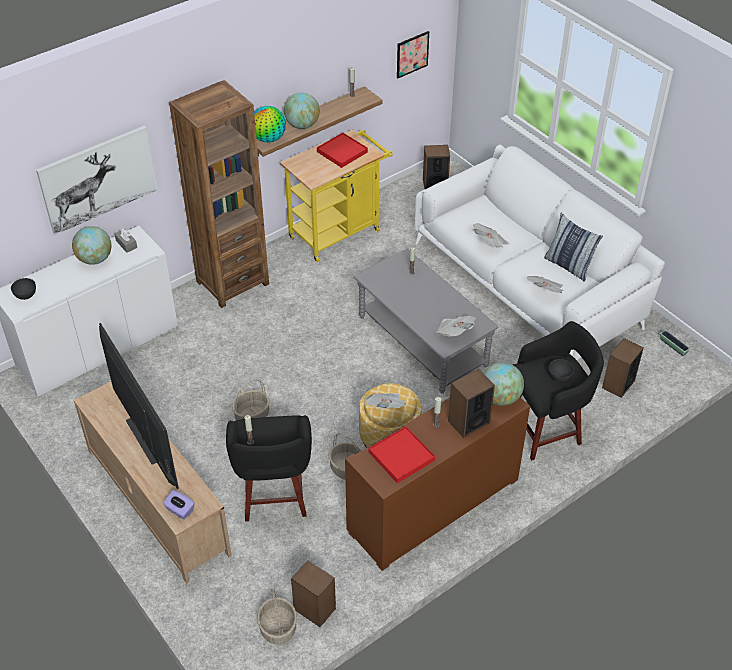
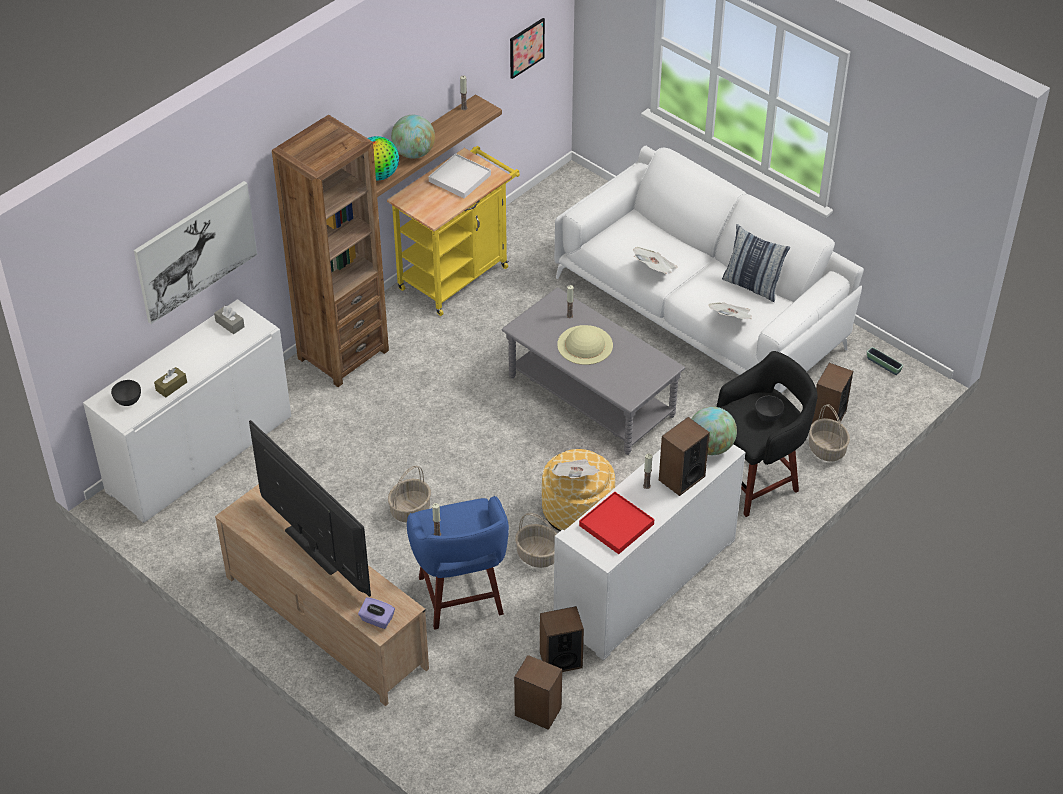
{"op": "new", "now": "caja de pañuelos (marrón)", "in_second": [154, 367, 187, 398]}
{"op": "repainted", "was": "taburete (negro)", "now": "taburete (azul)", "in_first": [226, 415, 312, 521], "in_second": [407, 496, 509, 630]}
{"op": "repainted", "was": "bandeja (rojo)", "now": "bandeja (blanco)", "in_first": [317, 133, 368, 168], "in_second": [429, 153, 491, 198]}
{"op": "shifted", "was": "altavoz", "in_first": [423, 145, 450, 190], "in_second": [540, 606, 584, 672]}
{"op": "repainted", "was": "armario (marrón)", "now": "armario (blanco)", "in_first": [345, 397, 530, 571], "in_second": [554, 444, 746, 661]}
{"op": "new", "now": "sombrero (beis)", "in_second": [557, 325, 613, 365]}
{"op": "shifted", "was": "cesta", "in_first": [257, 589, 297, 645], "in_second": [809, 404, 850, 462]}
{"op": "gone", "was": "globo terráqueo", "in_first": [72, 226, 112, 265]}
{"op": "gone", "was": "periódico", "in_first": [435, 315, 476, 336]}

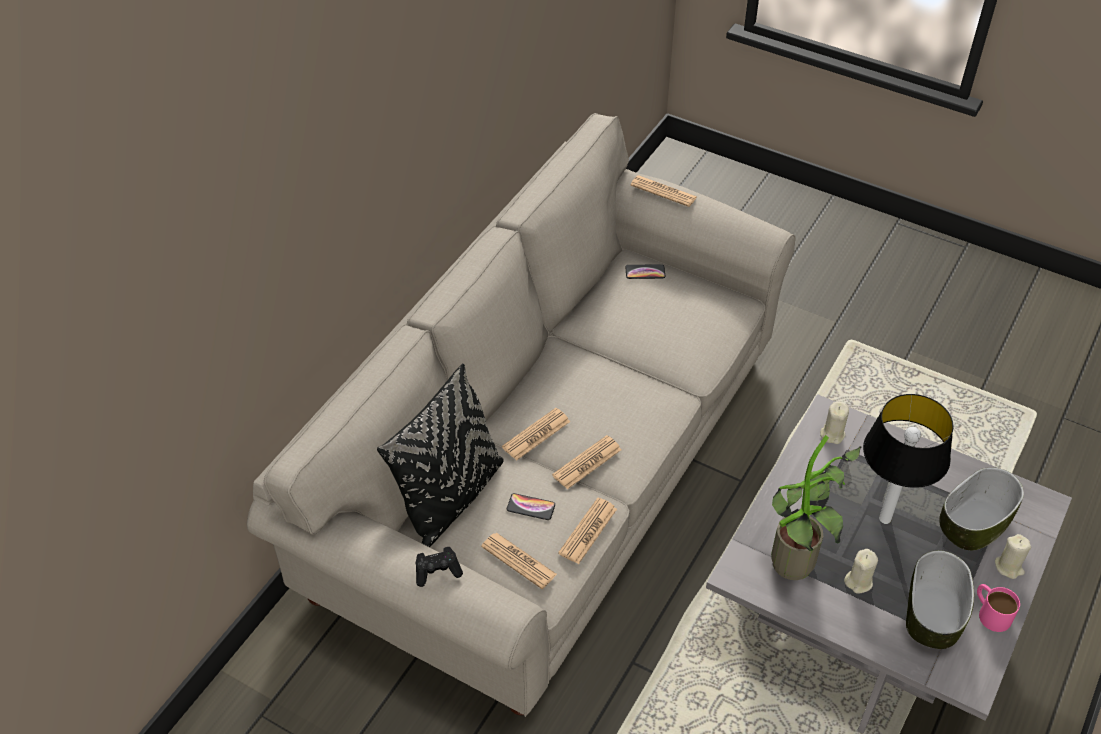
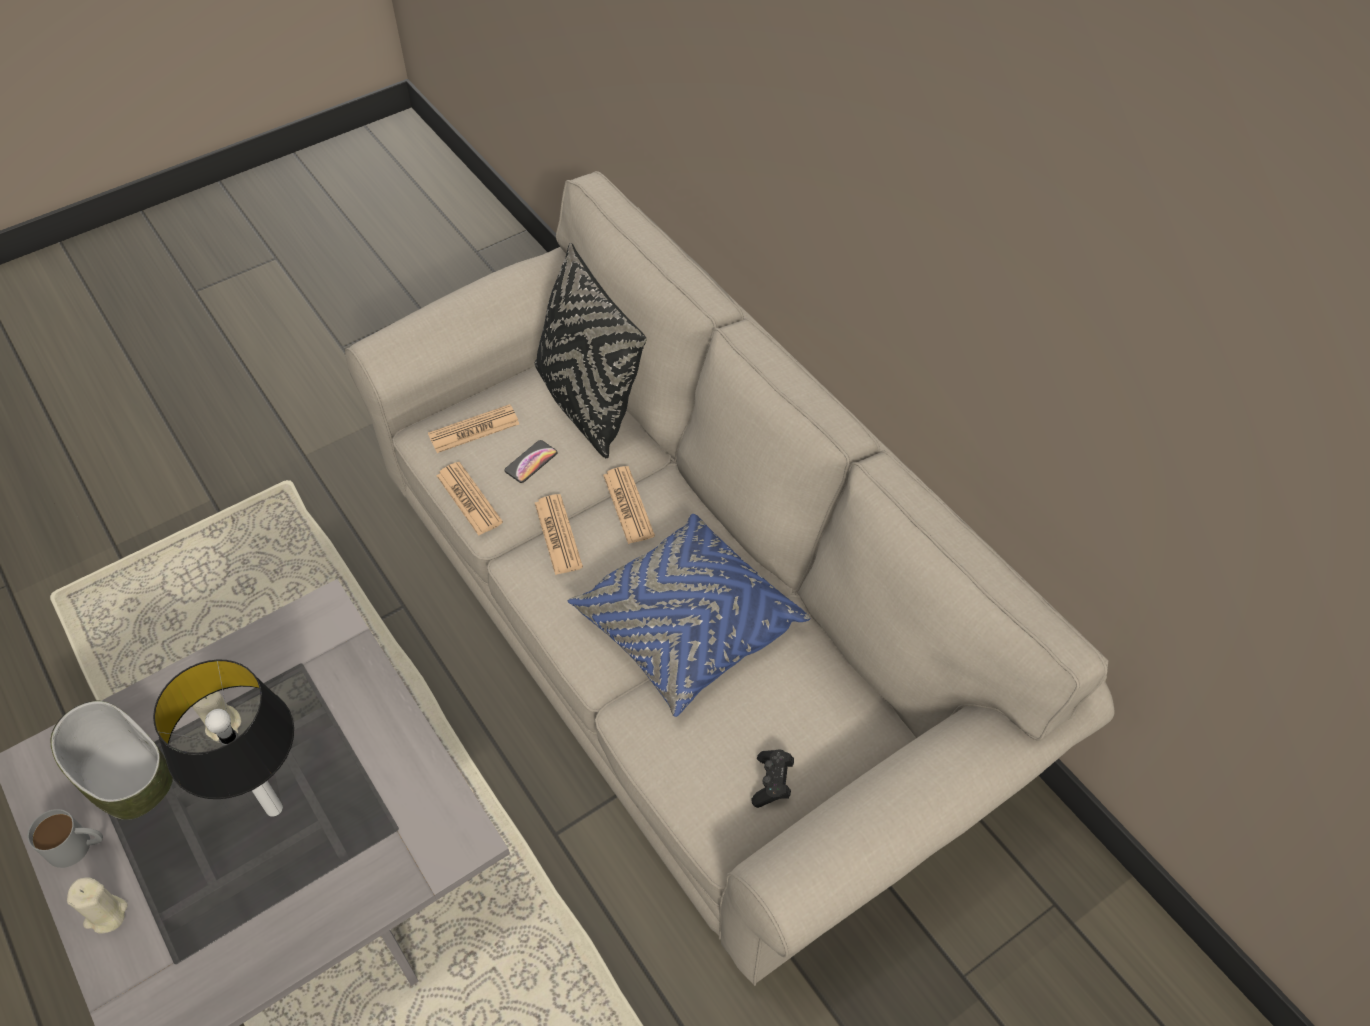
{"op": "repainted", "was": "taza grande (rosa)", "now": "taza grande (gris)", "in_first": [977, 584, 1020, 632], "in_second": [27, 809, 103, 868]}
{"op": "new", "now": "cojín (azul)", "in_second": [567, 514, 810, 717]}
{"op": "shifted", "was": "mando de consola (negro)", "in_first": [415, 547, 463, 587], "in_second": [752, 749, 794, 808]}
{"op": "gone", "was": "móvil", "in_first": [625, 264, 665, 279]}
{"op": "gone", "was": "periódico", "in_first": [630, 175, 697, 207]}
{"op": "gone", "was": "planta en maceta", "in_first": [771, 435, 862, 580]}
{"op": "gone", "was": "vela (beis)", "in_first": [820, 402, 849, 444]}
{"op": "gone", "was": "cuenco", "in_first": [939, 467, 1024, 550]}

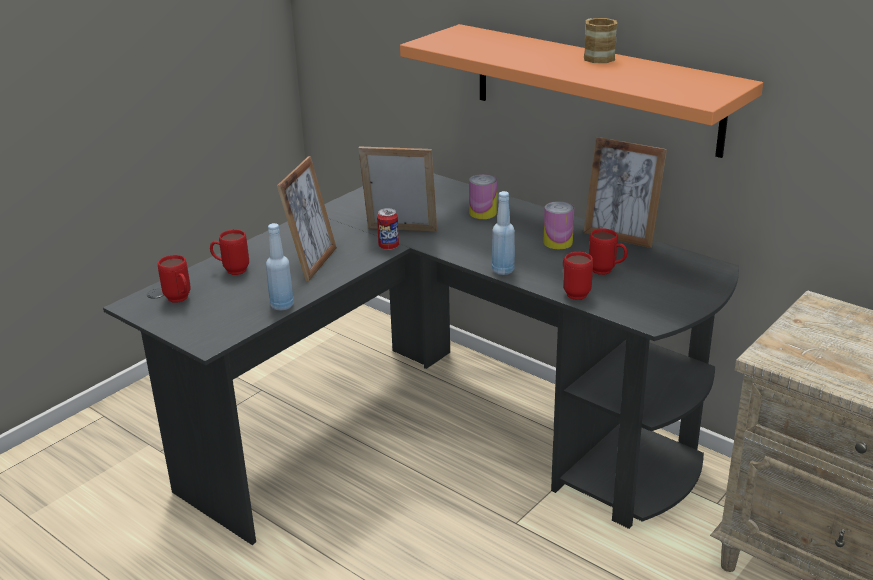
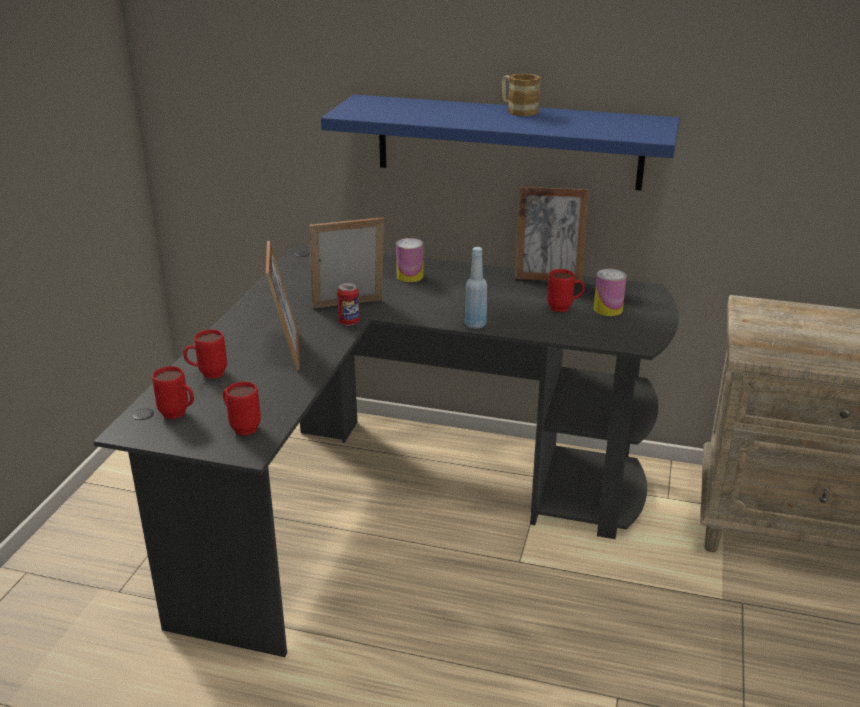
{"op": "shifted", "was": "taza grande (rojo)", "in_first": [563, 252, 593, 300], "in_second": [223, 381, 261, 436]}
{"op": "repainted", "was": "estante (naranja)", "now": "estante (azul)", "in_first": [400, 24, 763, 158], "in_second": [321, 94, 680, 191]}
{"op": "shifted", "was": "lata", "in_first": [543, 201, 574, 249], "in_second": [594, 269, 627, 316]}
{"op": "gone", "was": "botella (azul)", "in_first": [266, 223, 294, 310]}

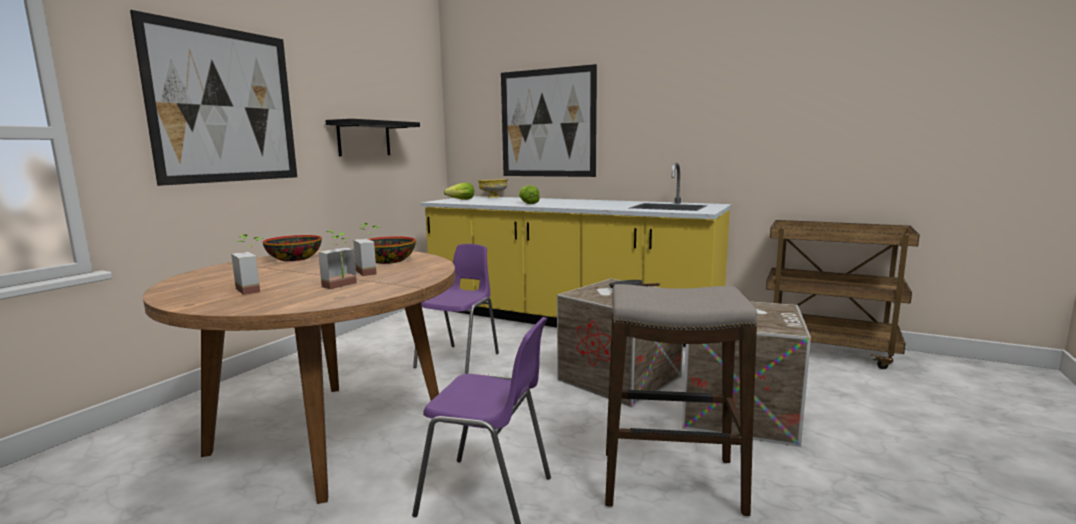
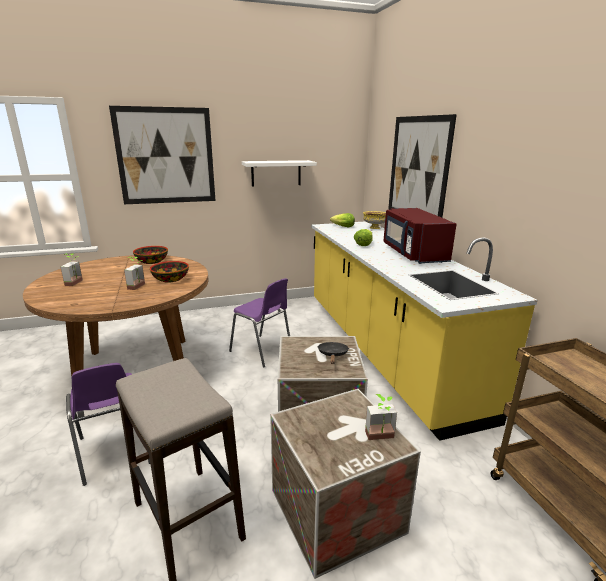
{"op": "rotated", "was": "silla (morado)", "in_first": [413, 244, 499, 374], "in_second": [229, 278, 290, 368], "clockwise": 60}
{"op": "repainted", "was": "estante (negro)", "now": "estante (blanco)", "in_first": [325, 119, 420, 156], "in_second": [242, 160, 317, 187]}
{"op": "shifted", "was": "planta en maceta", "in_first": [318, 231, 357, 289], "in_second": [365, 394, 397, 440]}
{"op": "new", "now": "microondas (rojo)", "in_second": [384, 208, 457, 264]}

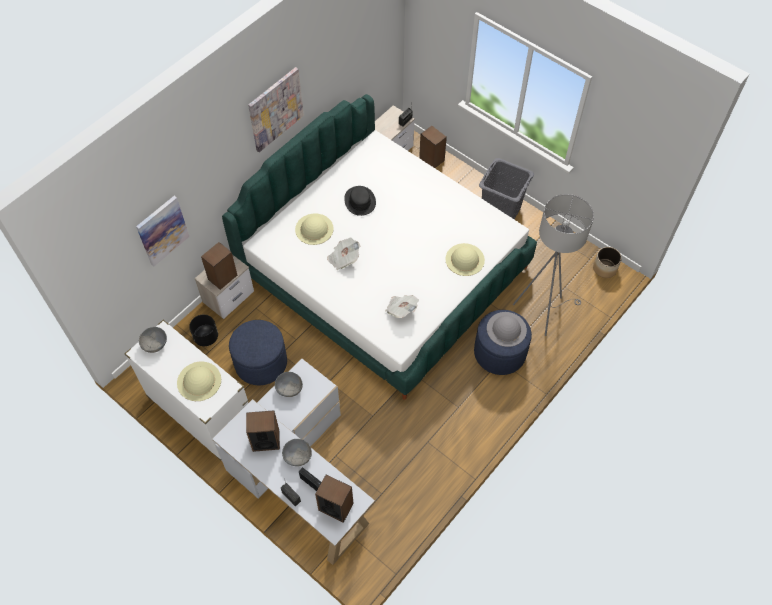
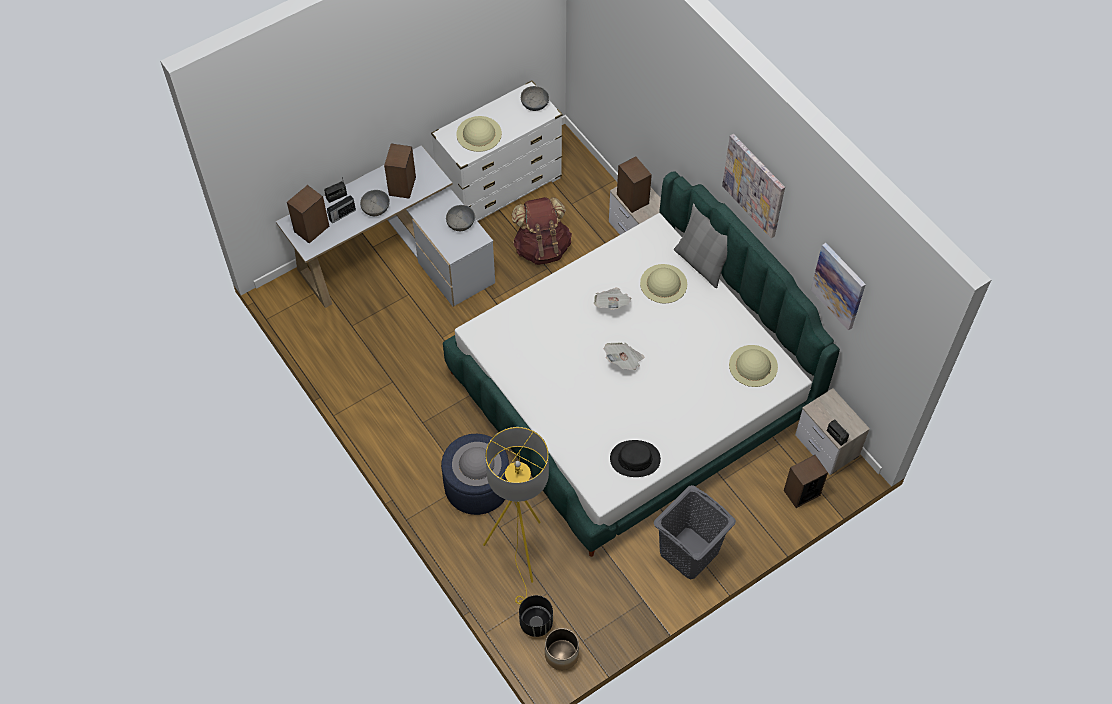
{"op": "repainted", "was": "lámpara de pie (gris)", "now": "lámpara de pie (amarillo)", "in_first": [513, 194, 594, 336], "in_second": [483, 427, 549, 604]}
{"op": "swapped", "was": "puf (azul)", "now": "mochila (marrón)", "in_first": [229, 320, 287, 385], "in_second": [512, 197, 572, 265]}
{"op": "shifted", "was": "maceta (negro)", "in_first": [189, 315, 218, 346], "in_second": [519, 595, 553, 637]}
{"op": "shifted", "was": "periódico", "in_first": [385, 295, 419, 318], "in_second": [604, 343, 645, 370]}
{"op": "shifted", "was": "sombrero (negro)", "in_first": [344, 186, 376, 216], "in_second": [610, 440, 661, 477]}
{"op": "new", "now": "cojín (gris)", "in_second": [674, 203, 727, 288]}
{"op": "shifted", "was": "sombrero (beis)", "in_first": [445, 243, 485, 276], "in_second": [729, 345, 778, 387]}
{"op": "shifted", "was": "cuadro", "in_first": [136, 196, 189, 266], "in_second": [811, 243, 866, 331]}

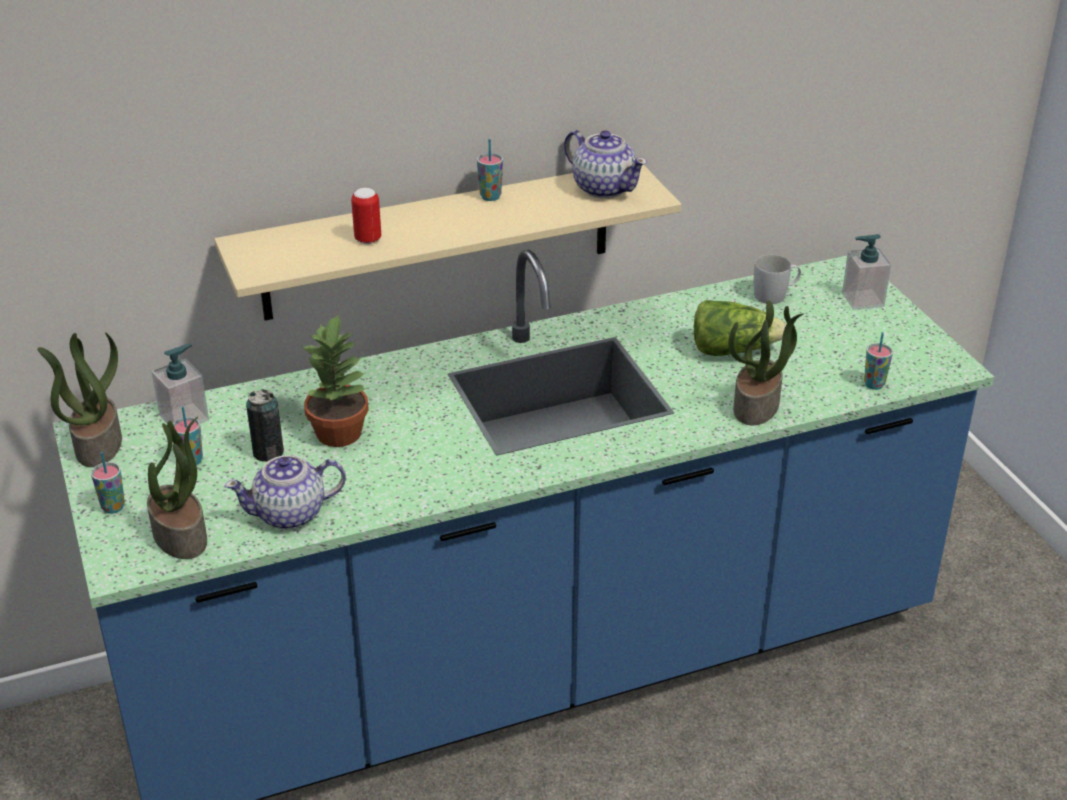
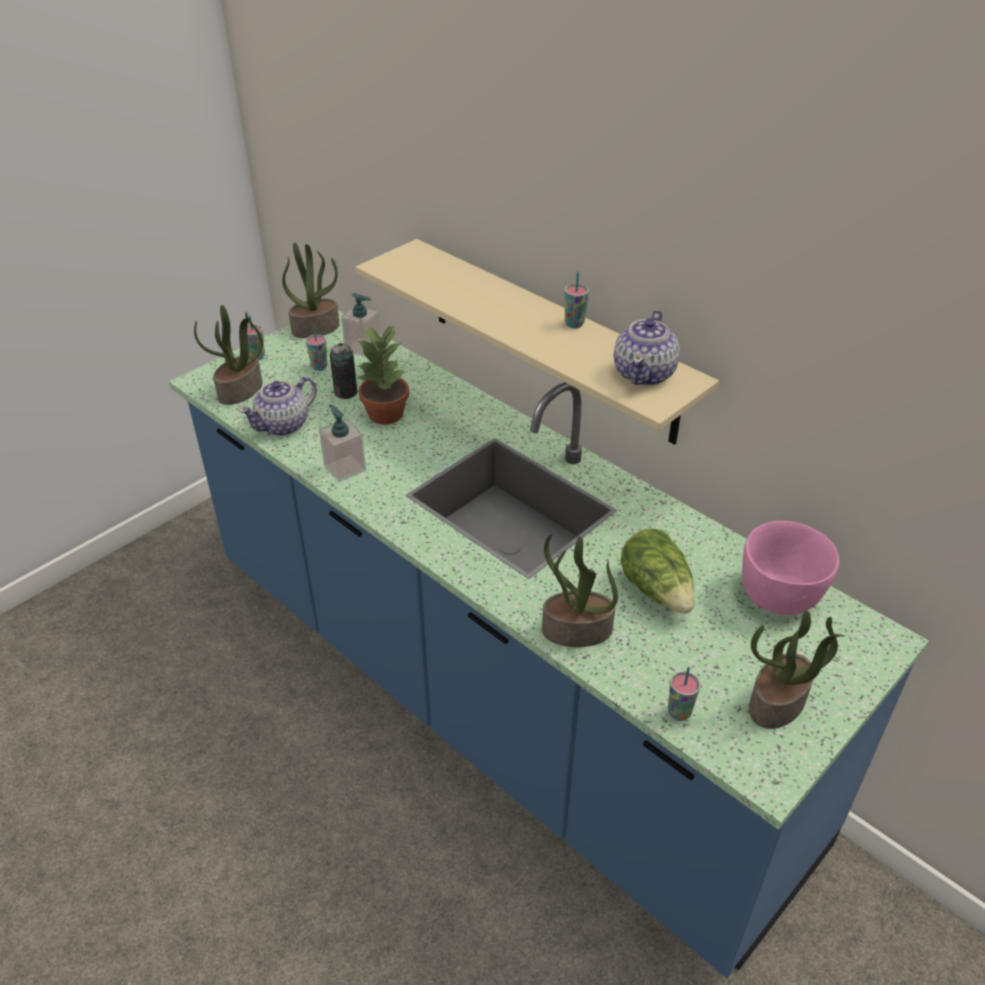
{"op": "rotated", "was": "tetera", "in_first": [225, 455, 346, 529], "in_second": [239, 377, 317, 436], "clockwise": -90}
{"op": "shifted", "was": "dispensador de jabón", "in_first": [842, 234, 891, 310], "in_second": [319, 404, 366, 482]}
{"op": "swapped", "was": "taza grande (blanco)", "now": "cuenco (rosa)", "in_first": [754, 255, 801, 304], "in_second": [742, 521, 839, 615]}
{"op": "new", "now": "planta en maceta", "in_second": [749, 610, 845, 729]}
{"op": "gone", "was": "lata", "in_first": [351, 188, 381, 244]}

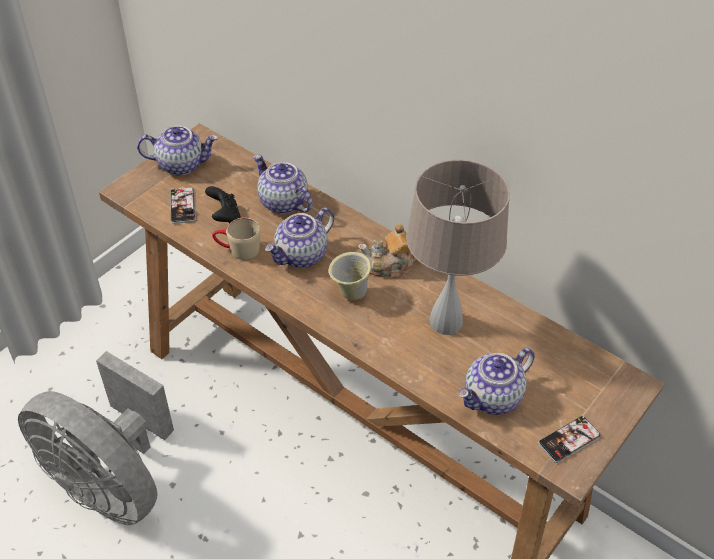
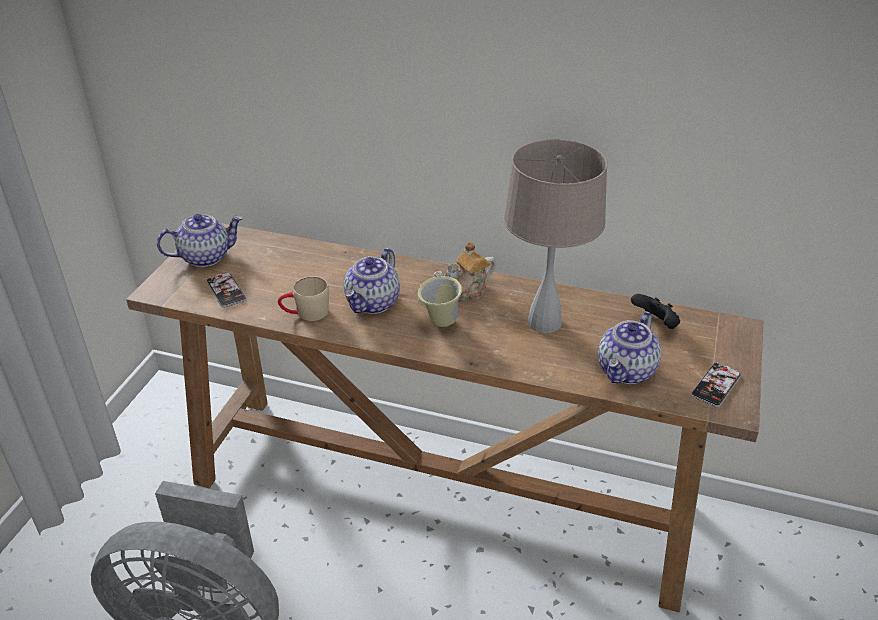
{"op": "shifted", "was": "mando de consola (negro)", "in_first": [205, 186, 241, 223], "in_second": [631, 294, 680, 329]}
{"op": "gone", "was": "tetera", "in_first": [254, 155, 312, 214]}

